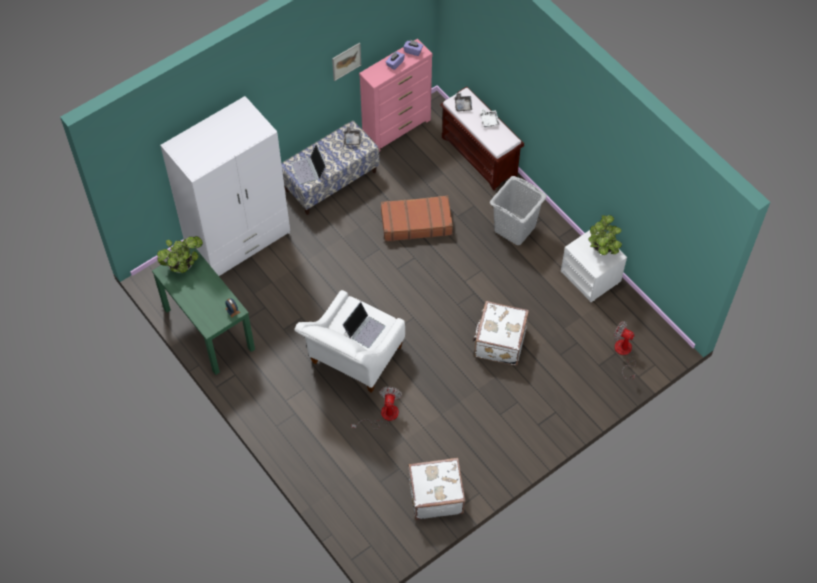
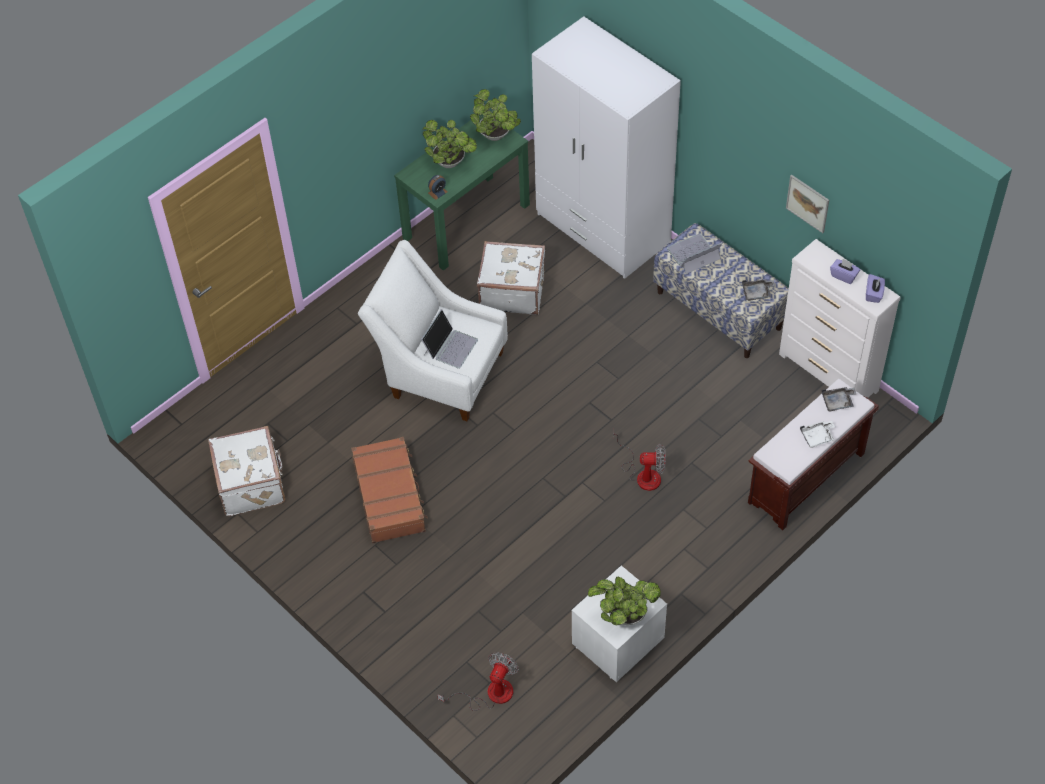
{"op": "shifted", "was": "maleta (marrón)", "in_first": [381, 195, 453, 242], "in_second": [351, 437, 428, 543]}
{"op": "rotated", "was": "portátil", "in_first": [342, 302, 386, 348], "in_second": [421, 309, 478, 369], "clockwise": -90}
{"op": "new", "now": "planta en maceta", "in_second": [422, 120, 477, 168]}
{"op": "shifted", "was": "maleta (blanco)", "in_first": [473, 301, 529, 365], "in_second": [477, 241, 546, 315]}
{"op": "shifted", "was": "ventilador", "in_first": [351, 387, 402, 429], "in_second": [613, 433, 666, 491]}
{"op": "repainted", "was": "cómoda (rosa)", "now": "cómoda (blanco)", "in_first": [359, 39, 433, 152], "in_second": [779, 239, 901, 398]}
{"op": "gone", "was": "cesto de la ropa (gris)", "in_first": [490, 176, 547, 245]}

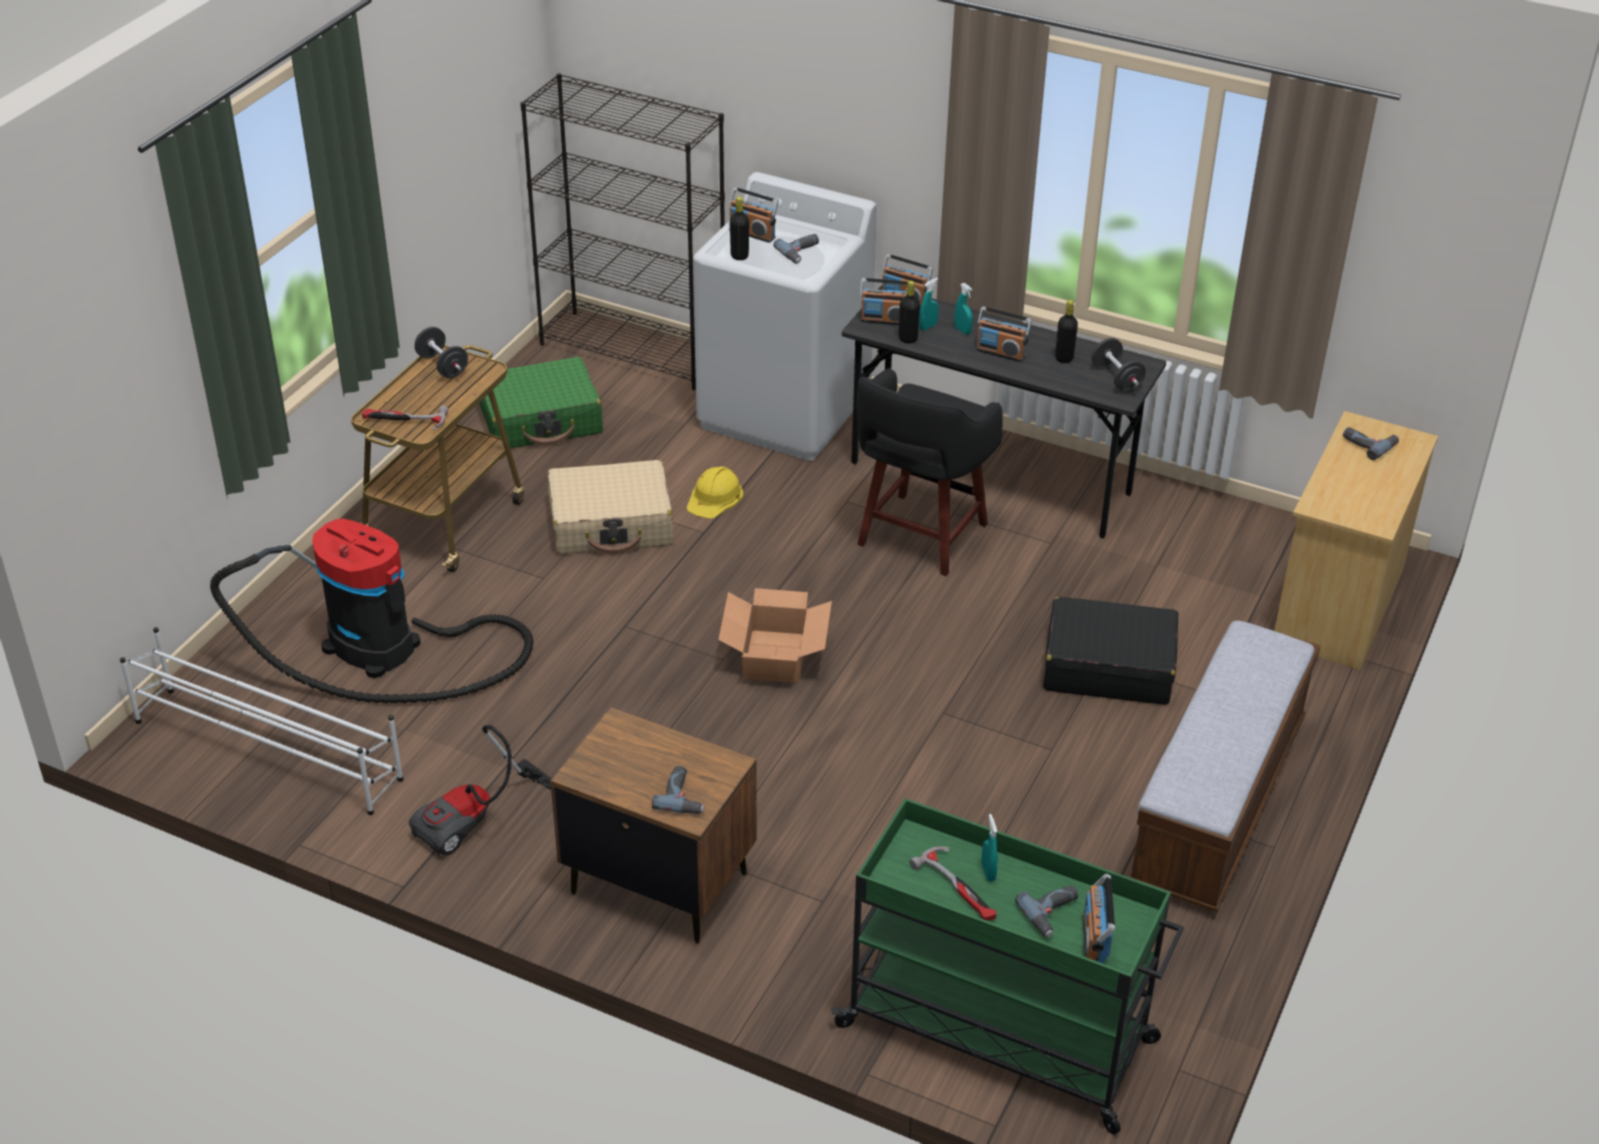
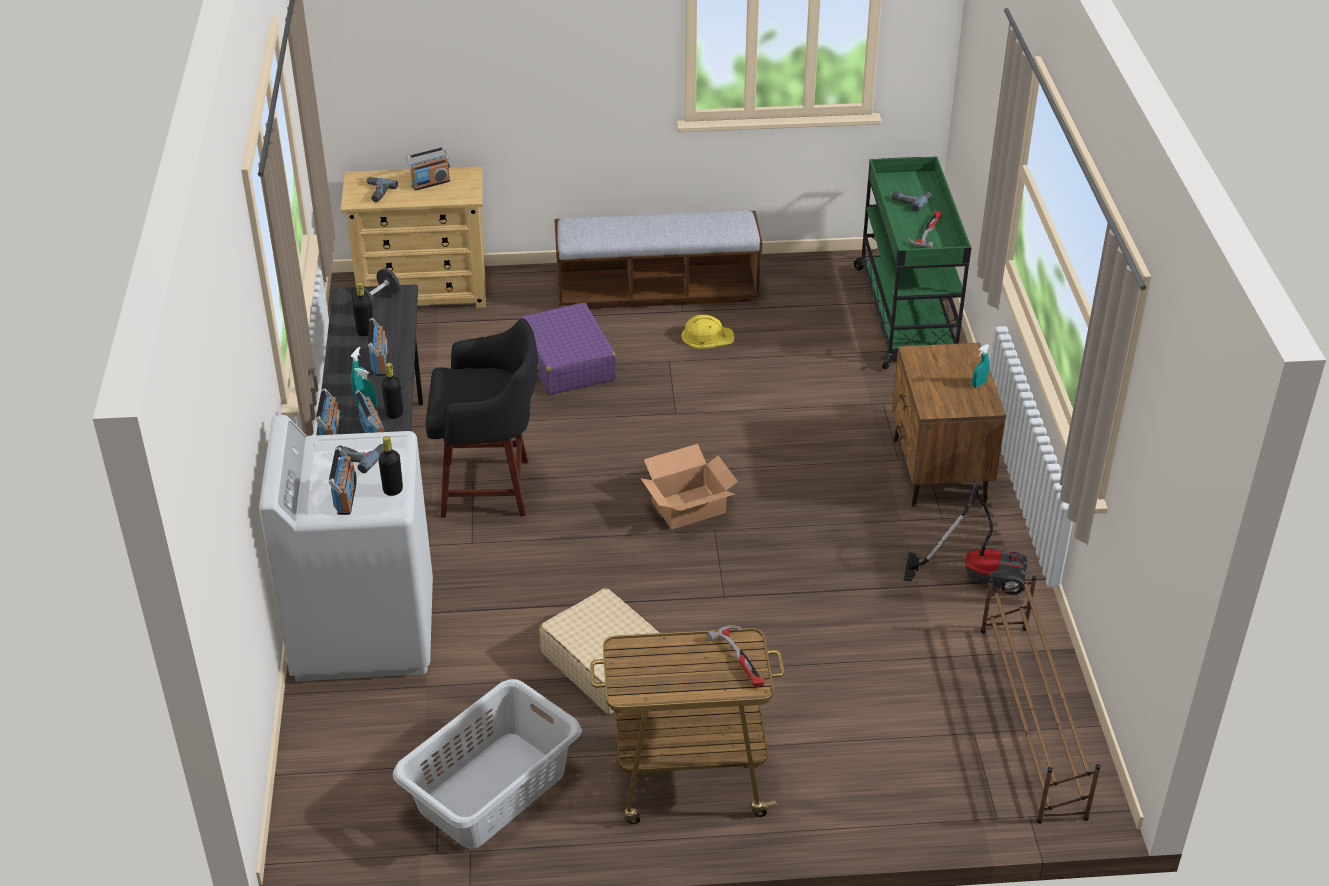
{"op": "swapped", "was": "maleta (verde)", "now": "cesto de la ropa (gris)", "in_first": [479, 357, 603, 448], "in_second": [393, 679, 582, 849]}
{"op": "shifted", "was": "radio", "in_first": [1083, 874, 1115, 964], "in_second": [406, 147, 450, 191]}
{"op": "repainted", "was": "maleta (negro)", "now": "maleta (morado)", "in_first": [1043, 597, 1178, 705], "in_second": [519, 303, 616, 395]}
{"op": "shifted", "was": "casco (amarillo)", "in_first": [687, 466, 743, 519], "in_second": [681, 315, 735, 349]}
{"op": "shifted", "was": "pulverizador (turquesa)", "in_first": [981, 814, 998, 882], "in_second": [972, 344, 990, 388]}
{"op": "repainted", "was": "zapatero (blanco)", "now": "zapatero (marrón)", "in_first": [120, 627, 404, 815], "in_second": [981, 576, 1101, 824]}
{"op": "gone", "was": "aspiradora", "in_first": [210, 519, 533, 703]}
{"op": "gone", "was": "mancuerna (negro)", "in_first": [414, 327, 468, 378]}
{"op": "gone", "was": "estantería (negro)", "in_first": [521, 73, 725, 390]}
{"op": "gone", "was": "taladro", "in_first": [652, 766, 705, 814]}

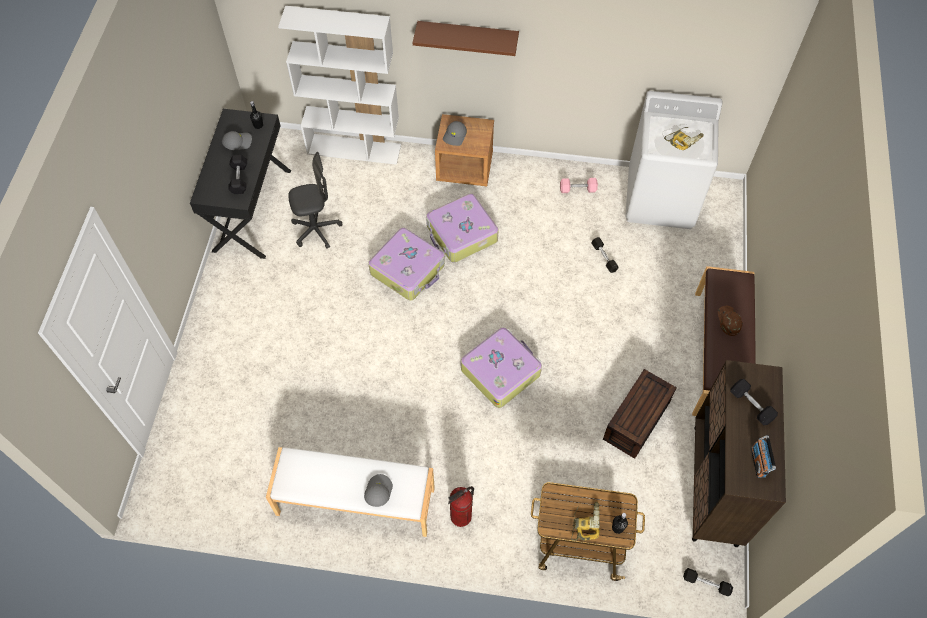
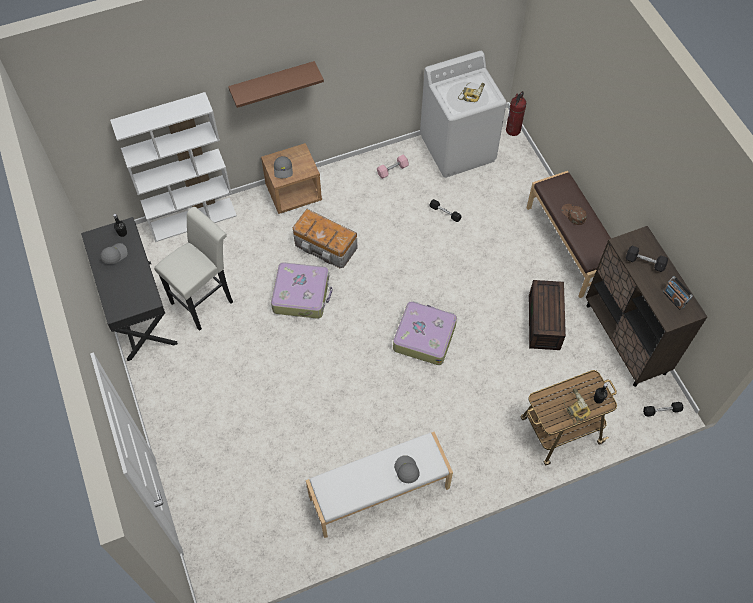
{"op": "swapped", "was": "silla de oficina (gris)", "now": "taburete (blanco)", "in_first": [288, 152, 342, 249], "in_second": [154, 207, 233, 331]}
{"op": "swapped", "was": "maleta", "now": "caja de almacenaje", "in_first": [426, 194, 499, 263], "in_second": [293, 209, 357, 268]}
{"op": "shifted", "was": "extintor", "in_first": [448, 486, 474, 527], "in_second": [506, 91, 526, 136]}
{"op": "gone", "was": "mancuerna (negro)", "in_first": [228, 155, 247, 194]}

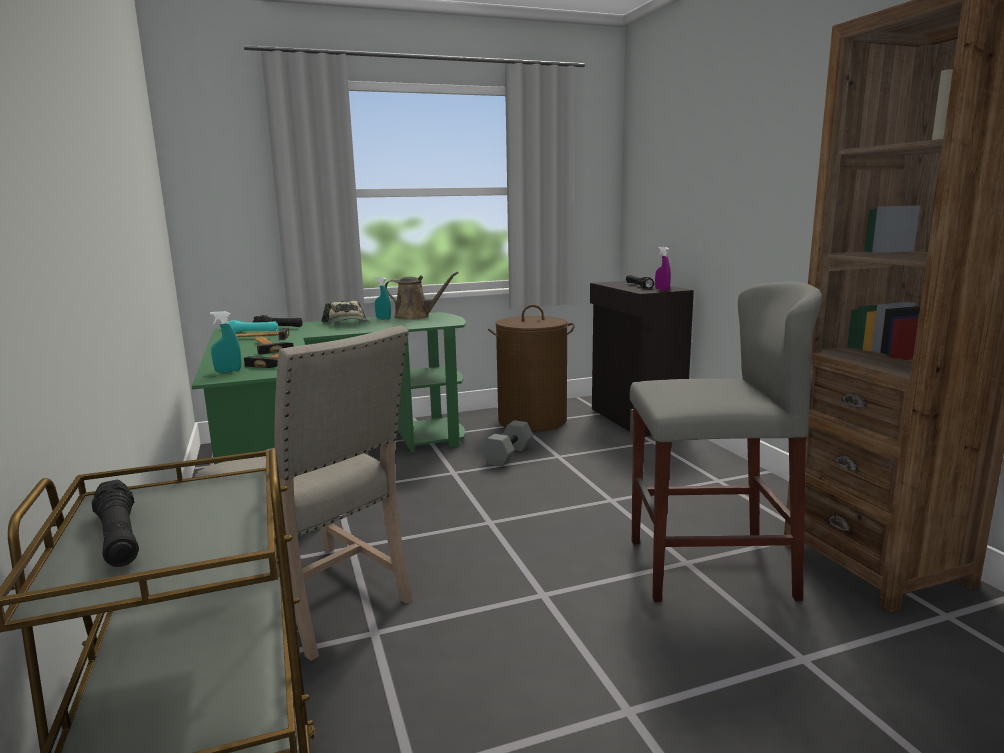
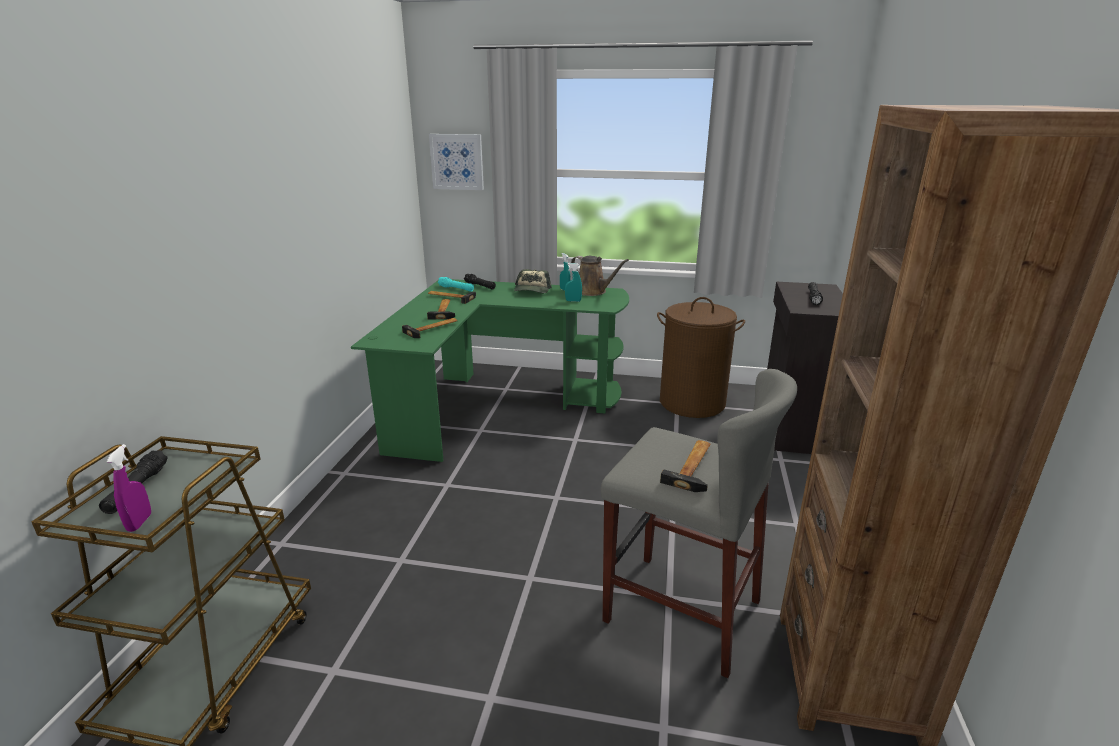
{"op": "shifted", "was": "pulverizador (morado)", "in_first": [655, 247, 671, 291], "in_second": [107, 444, 151, 532]}
{"op": "new", "now": "cuadro", "in_second": [429, 134, 484, 190]}
{"op": "shifted", "was": "pulverizador (turquesa)", "in_first": [210, 311, 241, 373], "in_second": [565, 263, 582, 302]}
{"op": "new", "now": "martillo", "in_second": [660, 440, 711, 492]}
{"op": "gone", "was": "silla (beis)", "in_first": [195, 326, 412, 661]}
{"op": "gone", "was": "mancuerna (gris)", "in_first": [481, 420, 533, 467]}

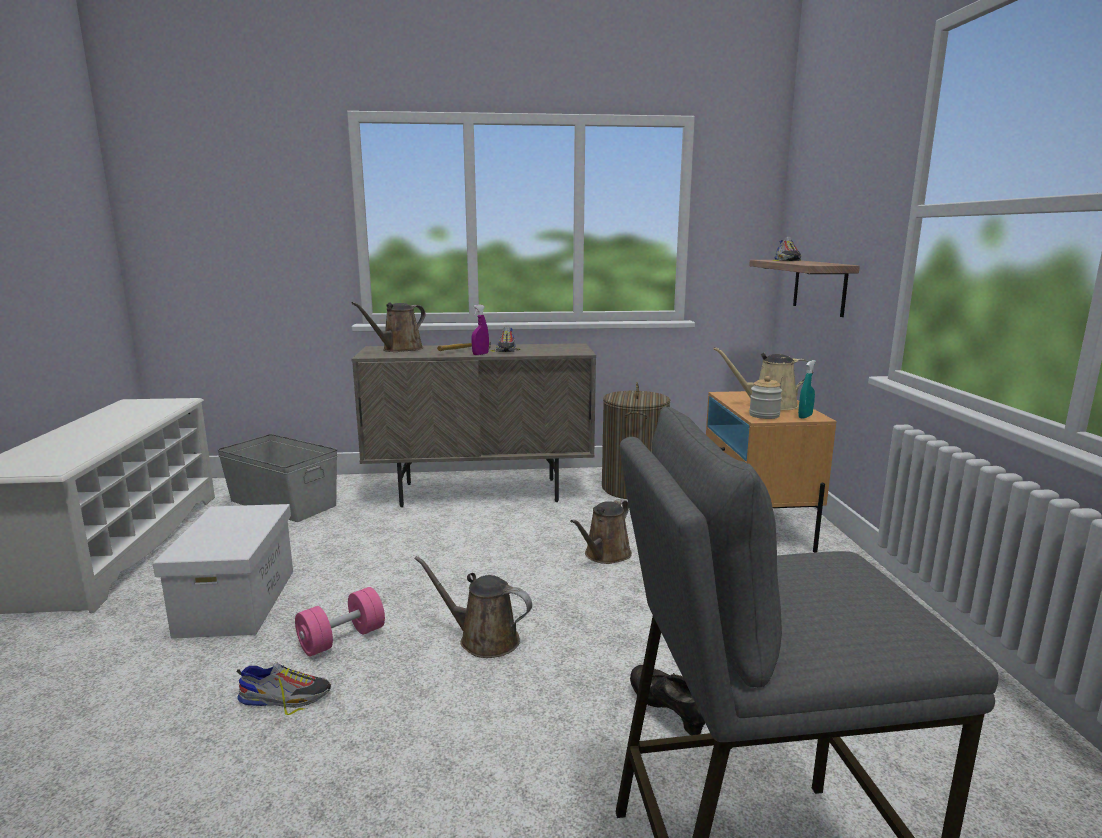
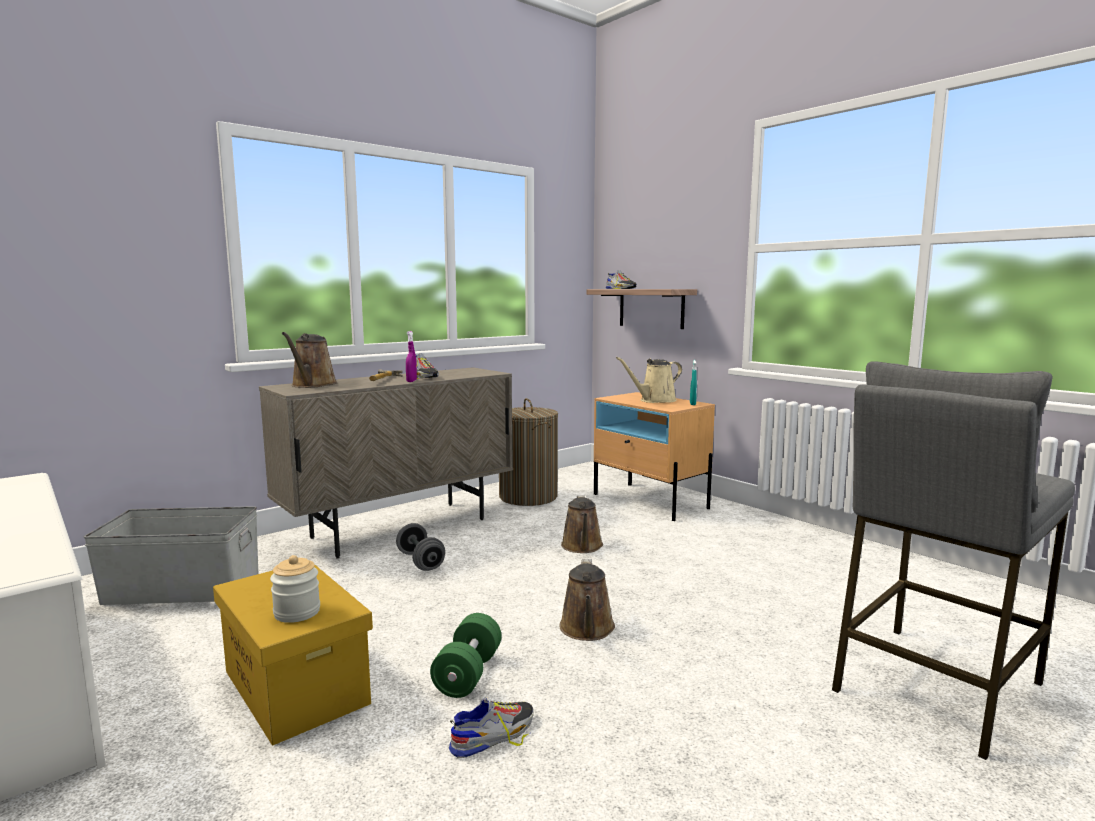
{"op": "repainted", "was": "caja de almacenaje (blanco)", "now": "caja de almacenaje (amarillo)", "in_first": [153, 504, 293, 639], "in_second": [213, 565, 373, 745]}
{"op": "shifted", "was": "tarro", "in_first": [749, 376, 782, 419], "in_second": [270, 555, 320, 623]}
{"op": "new", "now": "mancuerna (gris)", "in_second": [396, 523, 445, 571]}
{"op": "repainted", "was": "mancuerna (rosa)", "now": "mancuerna (verde)", "in_first": [295, 587, 385, 657], "in_second": [430, 613, 502, 698]}
{"op": "rotated", "was": "regadera (marrón)", "in_first": [414, 556, 532, 658], "in_second": [559, 559, 615, 641], "clockwise": -75}
{"op": "gone", "was": "zapato (negro)", "in_first": [630, 665, 705, 735]}

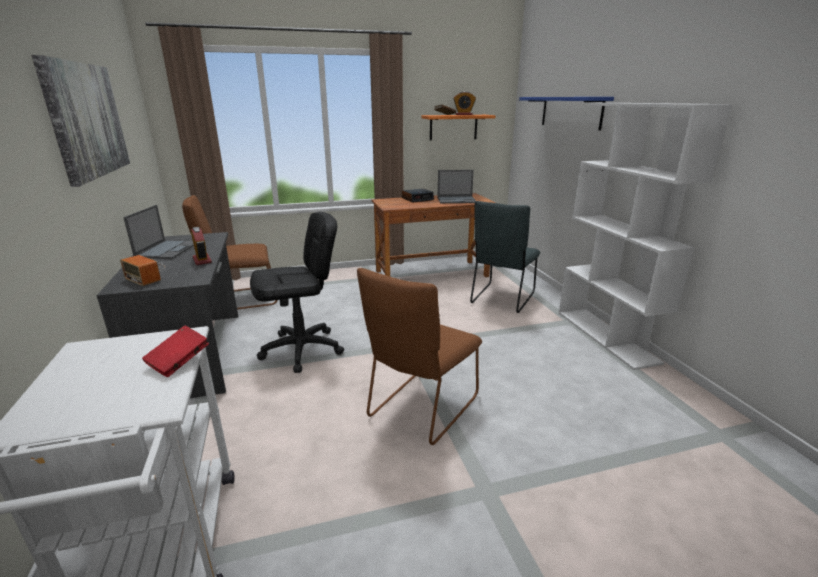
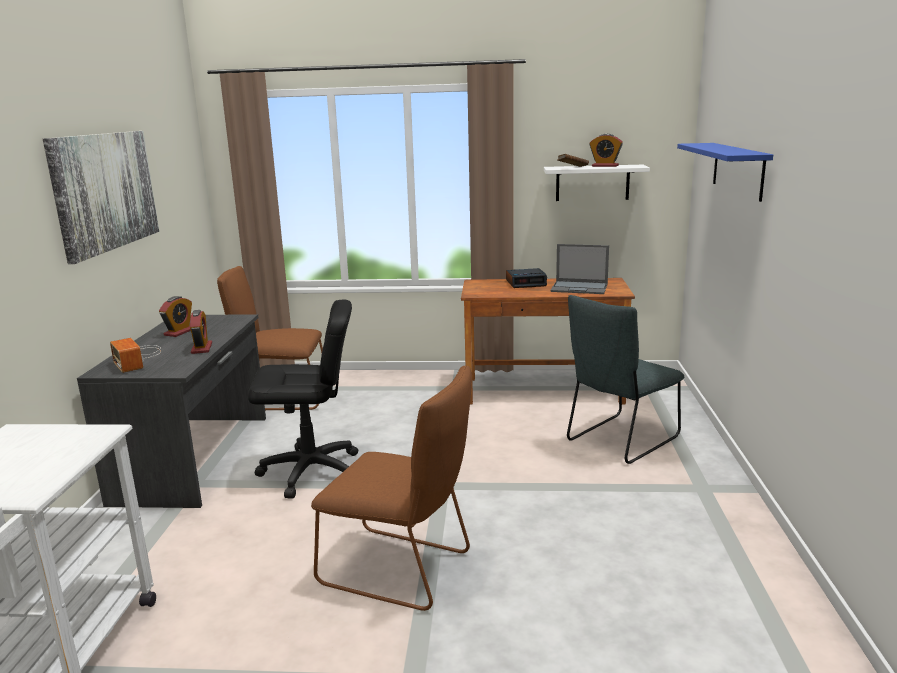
{"op": "swapped", "was": "portátil", "now": "despertador", "in_first": [123, 205, 194, 259], "in_second": [159, 296, 192, 337]}
{"op": "rotated", "was": "silla (marrón)", "in_first": [357, 268, 482, 445], "in_second": [311, 366, 472, 611], "clockwise": -120}
{"op": "repainted", "was": "estante (naranja)", "now": "estante (blanco)", "in_first": [422, 115, 495, 141], "in_second": [544, 165, 650, 201]}
{"op": "gone", "was": "libro (rojo)", "in_first": [142, 326, 209, 377]}
{"op": "gone", "was": "estantería (blanco)", "in_first": [559, 103, 732, 370]}

